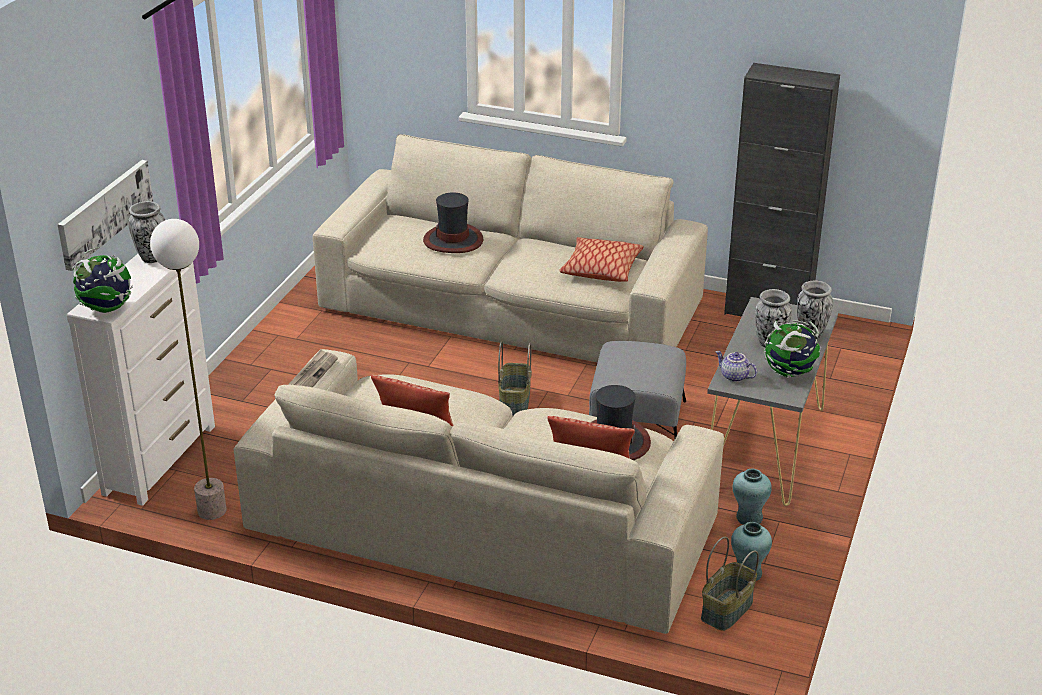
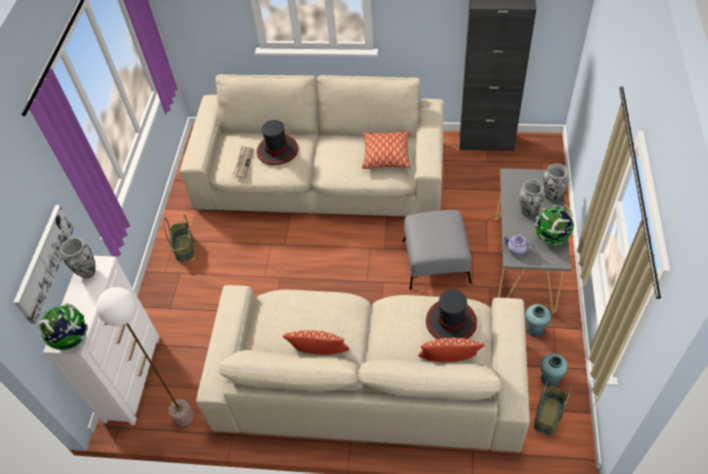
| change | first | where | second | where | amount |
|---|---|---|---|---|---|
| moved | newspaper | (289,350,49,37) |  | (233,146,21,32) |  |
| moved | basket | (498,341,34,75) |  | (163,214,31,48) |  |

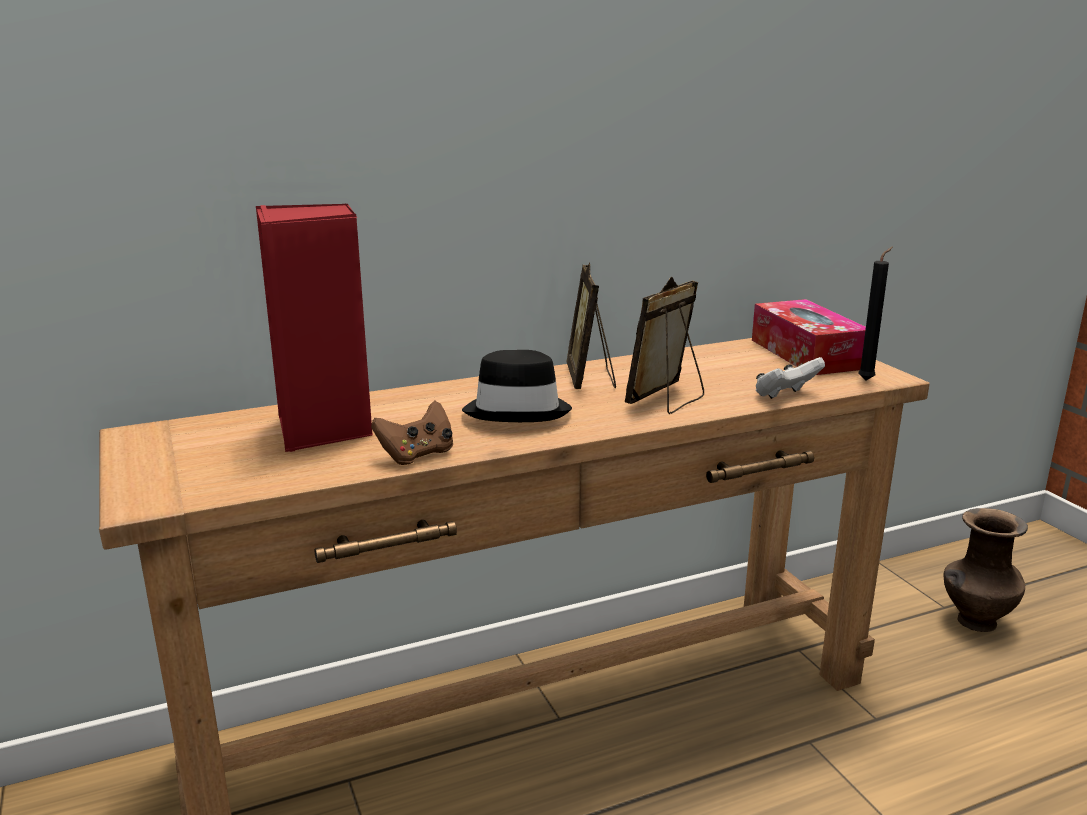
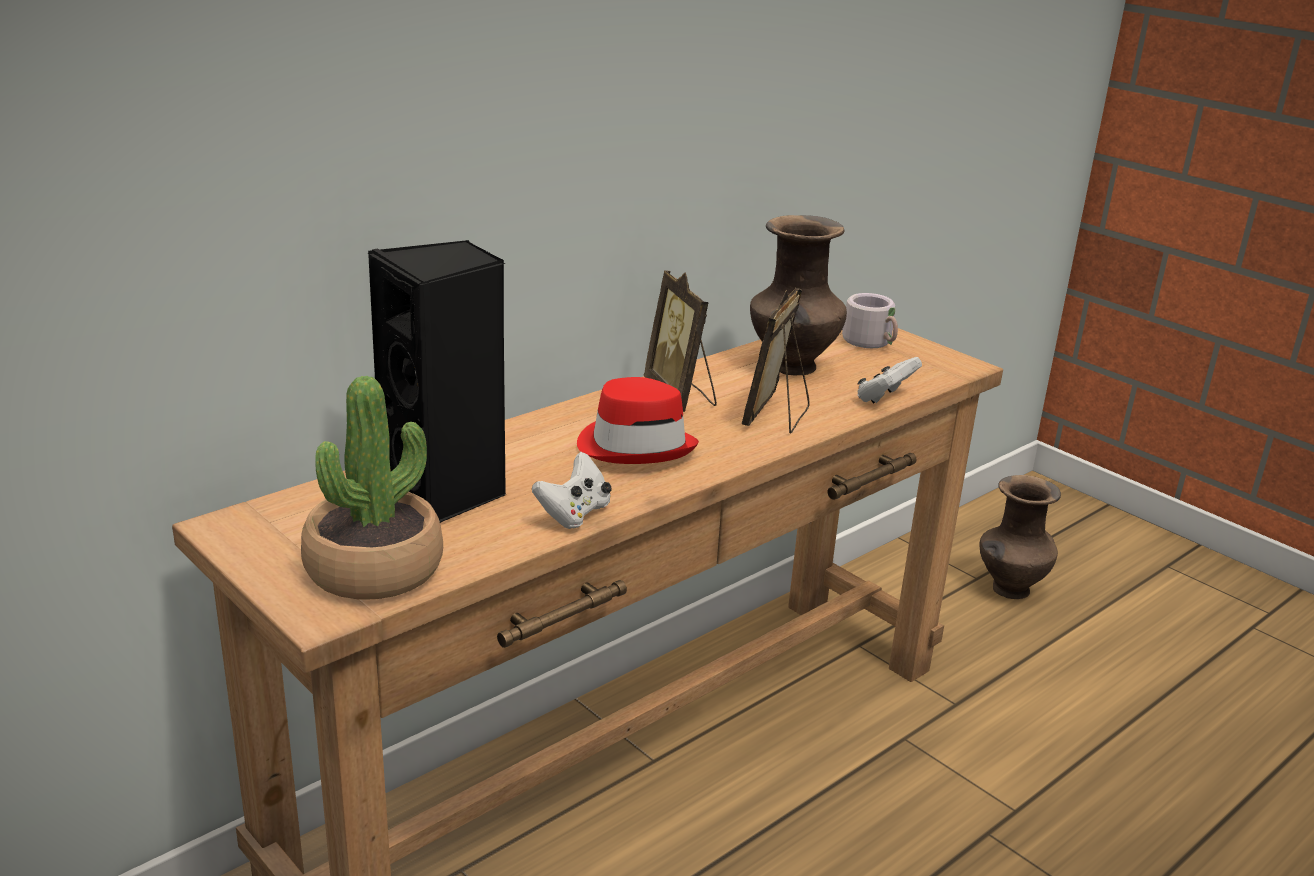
| change | first | where | second | where | amount |
|---|---|---|---|---|---|
| recoloured | red speaker | (256,204,117,248) | black speaker | (368,240,138,283) |  |
| recoloured | brown game controller | (371,401,82,64) | white game controller | (532,452,80,77) |  |
| recoloured | black hat | (462,350,110,72) | red hat | (577,377,122,87) |  |
| replaced | tissue box | (752,299,114,76) | grey mug | (842,293,56,55) |  |
| removed | black candle | (858,247,35,133) |  |  |  |
| added |  |  | potted plant | (301,376,142,224) |  |
| added |  |  | brown vase | (750,215,97,161) |  |

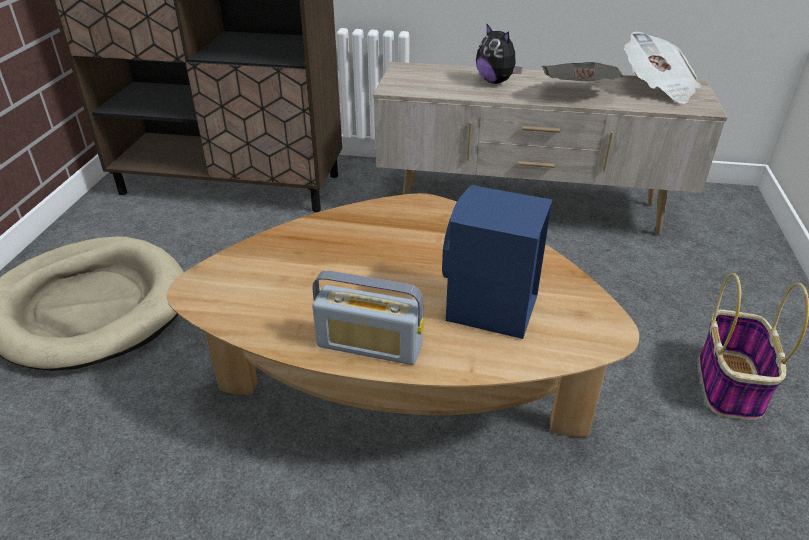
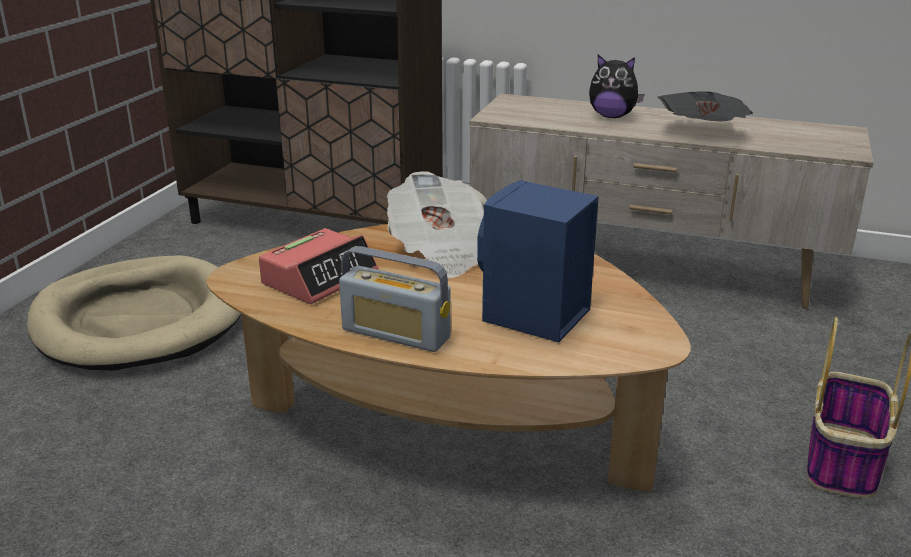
| change | first | where | second | where | amount |
|---|---|---|---|---|---|
| turned | plush toy | (476,24,46,60) |  | (589,55,56,63) | 45 degrees counterclockwise |
| moved | newspaper | (624,31,77,73) |  | (387,171,100,108) |  |
| added |  |  | alarm clock | (259,228,119,76) |  |

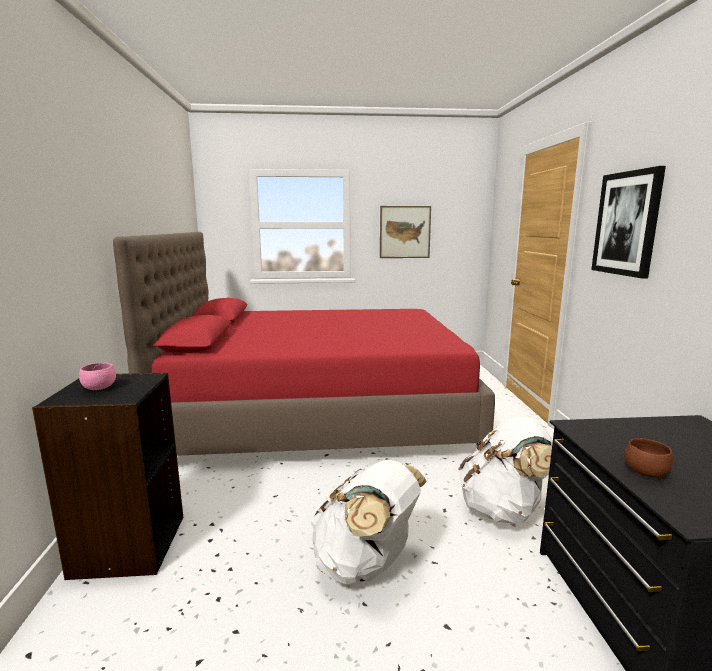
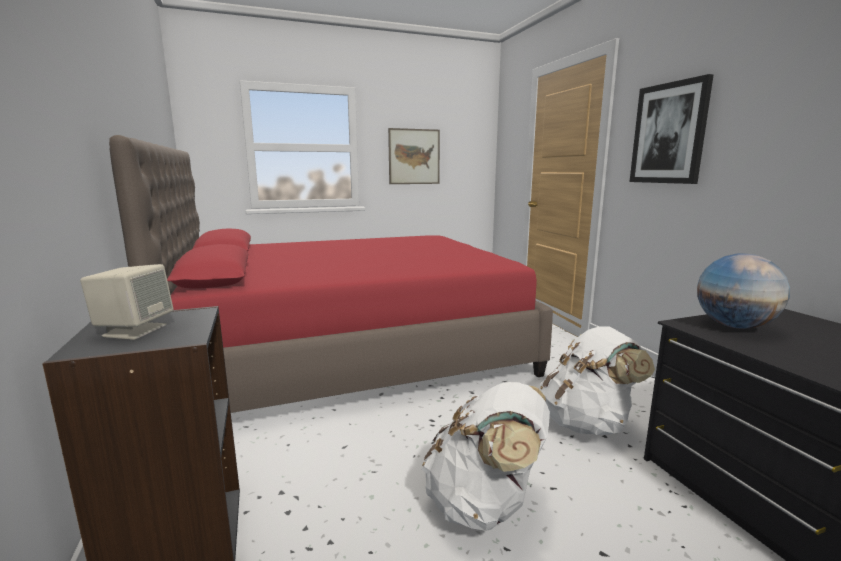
| change | first | where | second | where | amount |
|---|---|---|---|---|---|
| replaced | pink bowl | (79,362,37,28) | beige speaker | (80,264,94,76) |  |
| removed | brown bowl | (625,438,48,39) |  |  |  |
| added |  |  | globe | (697,253,93,76) |  |

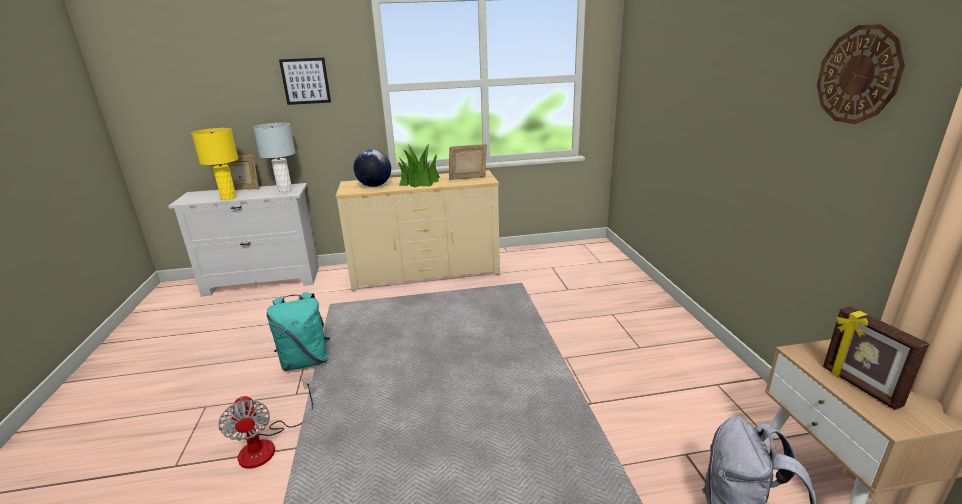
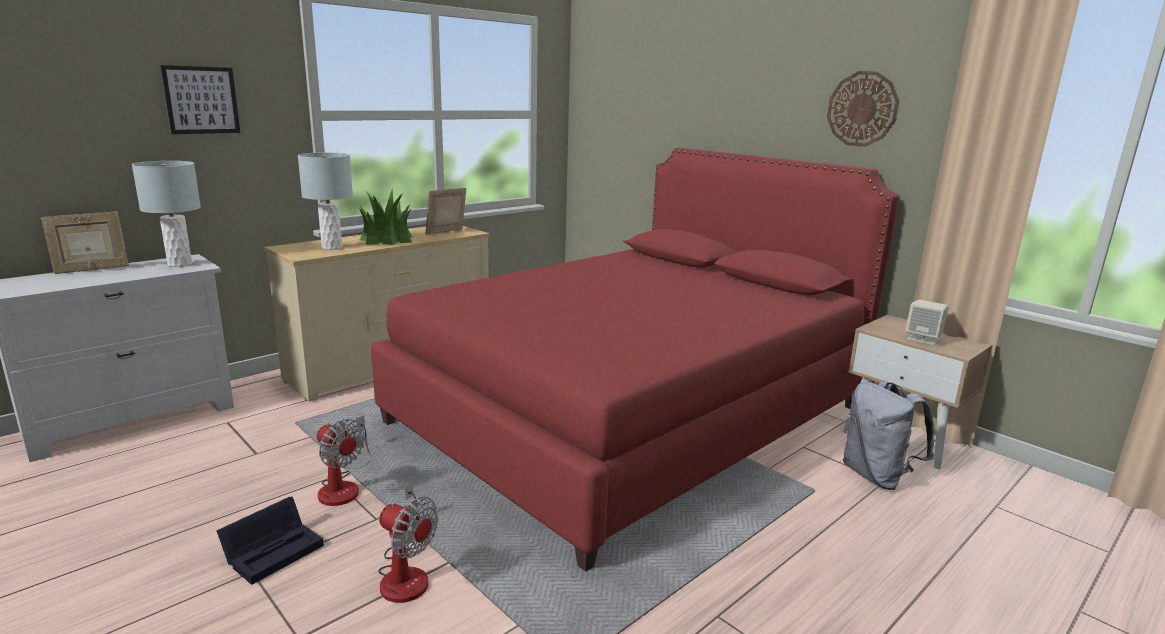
| change | first | where | second | where | amount |
|---|---|---|---|---|---|
| removed | yellow table lamp | (191,128,48,72) |  |  |  |
| replaced | turquoise backpack | (267,292,63,79) | fan | (317,416,54,90) |  |
| replaced | globe | (354,149,37,38) | grey table lamp | (298,153,55,97) |  |
| replaced | picture frame | (823,306,106,104) | beige speaker | (905,300,44,45) |  |
| added |  |  | black storage box | (216,497,108,88) |  |
| added |  |  | red bed | (371,148,529,424) |  |

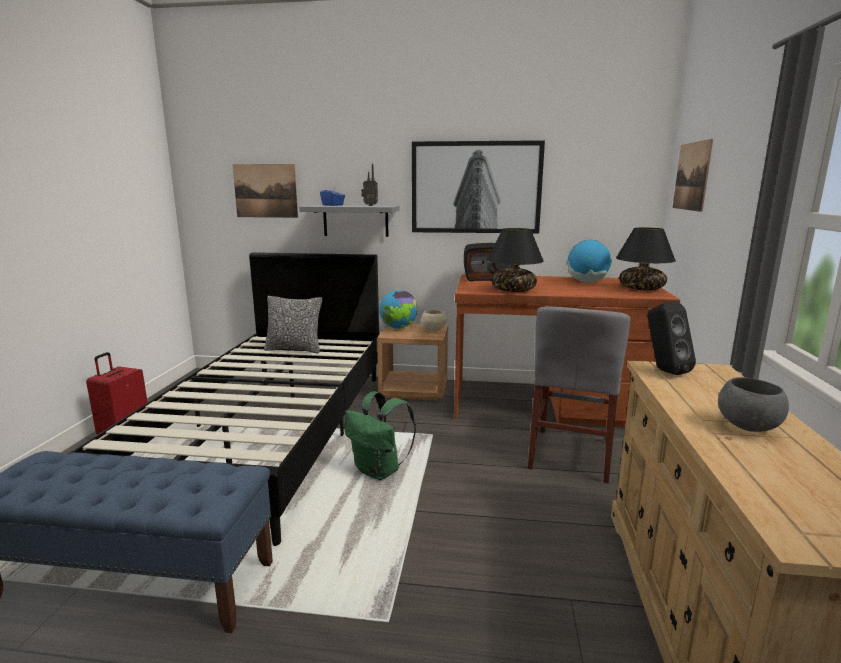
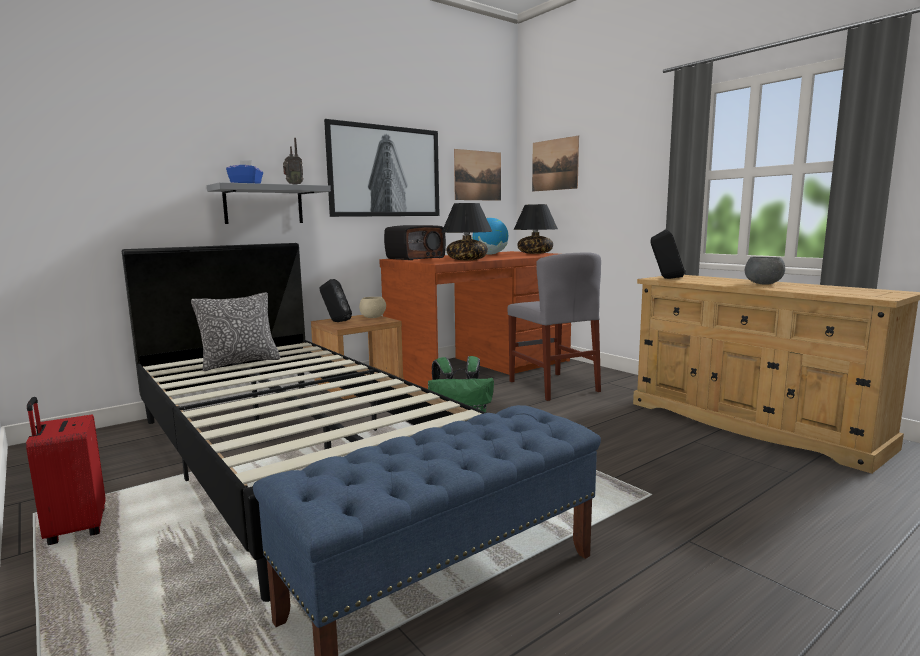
| change | first | where | second | where | amount |
|---|---|---|---|---|---|
| moved | picture | (232,164,66,54) |  | (454,149,47,52) |  |
| replaced | globe | (379,290,39,39) | black speaker | (320,279,32,43) |  |

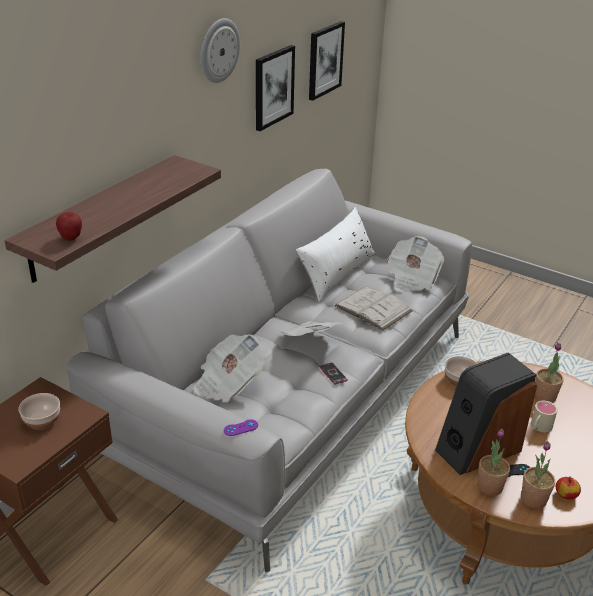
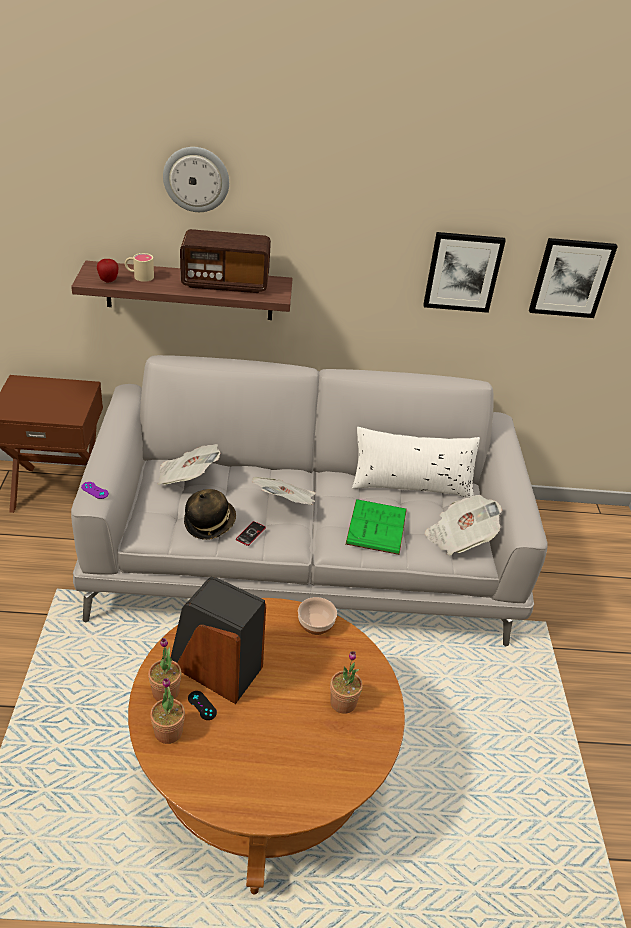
| change | first | where | second | where | amount |
|---|---|---|---|---|---|
| removed | bowl | (18,393,42,37) |  |  |  |
| moved | wall clock | (201,18,39,65) |  | (163,147,66,65) |  |
| recoloured | white book | (335,286,78,45) | green book | (345,499,62,56) |  |
| moved | beige mug | (531,401,27,31) |  | (125,253,29,29) |  |
| removed | apple | (556,477,25,23) |  |  |  |
| added |  |  | radio | (180,229,91,64) |  |
| added |  |  | hat | (184,489,52,51) |  |

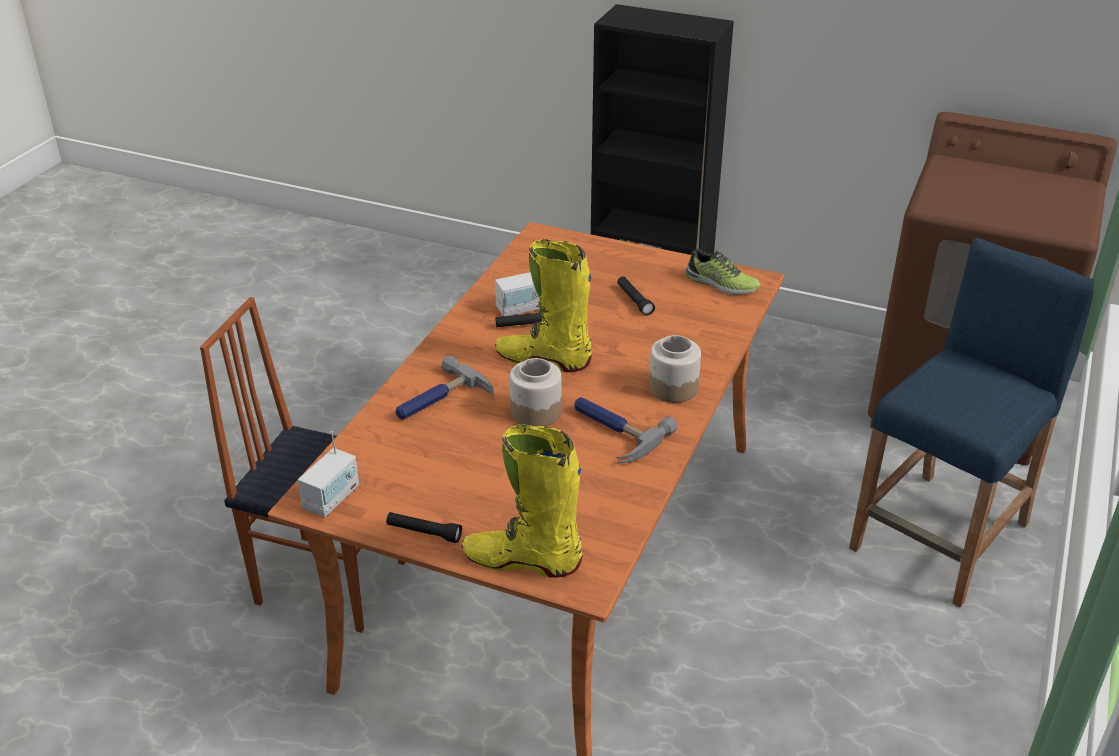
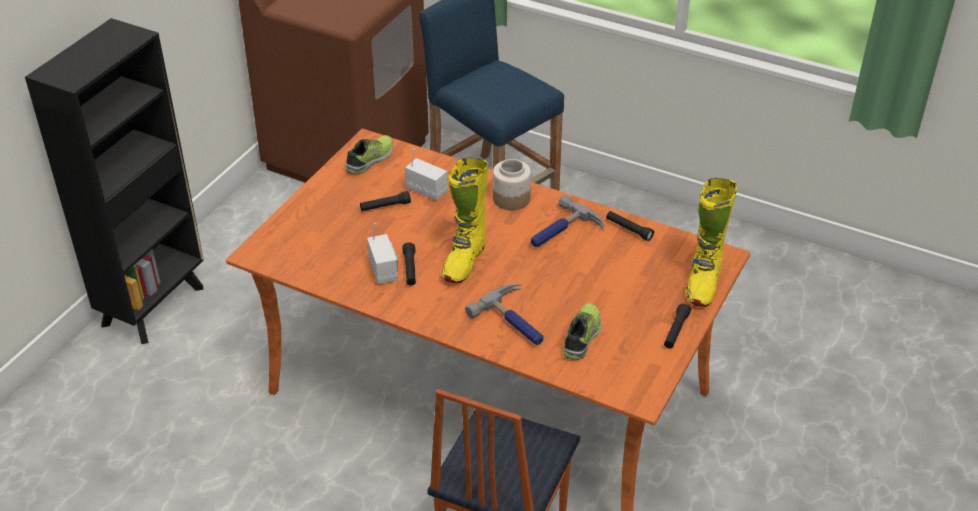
| change | first | where | second | where | amount |
|---|---|---|---|---|---|
| moved | radio | (298,431,61,86) |  | (405,148,43,53) |  |
| removed | jar | (510,358,51,68) |  |  |  |
| added |  |  | shoe | (563,303,39,57) |  |
| added |  |  | black flashlight | (606,211,48,30) |  |

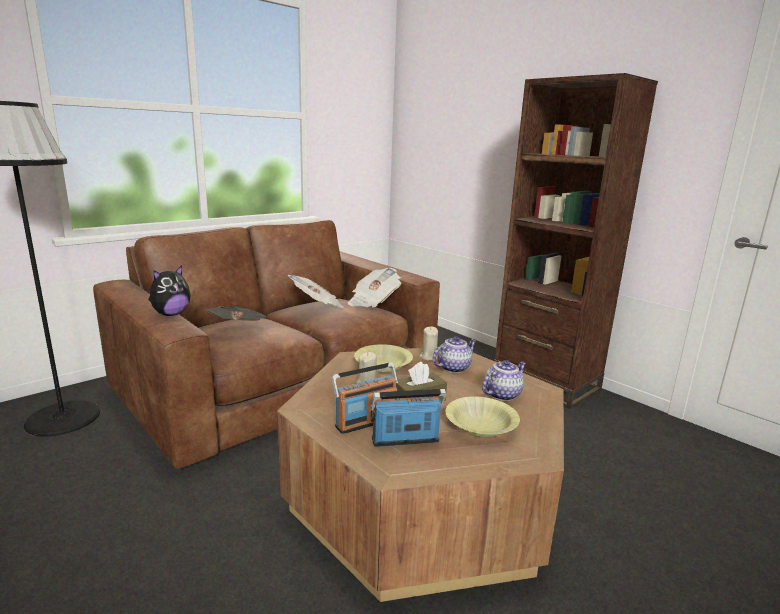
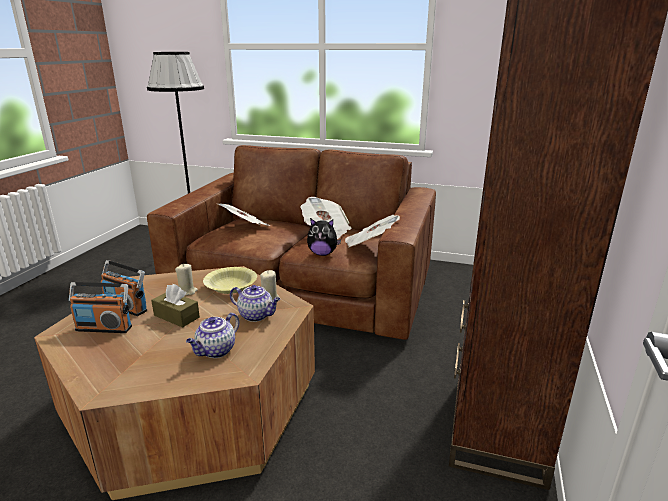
| change | first | where | second | where | amount |
|---|---|---|---|---|---|
| moved | plush toy | (148,266,43,50) |  | (307,218,34,38) |  |
| turned | radio | (371,389,75,58) |  | (69,282,63,51) | 135 degrees clockwise |
| removed | yellow bowl | (445,396,75,42) |  |  |  |
| turned | teapot | (482,360,44,41) |  | (186,313,53,45) | 105 degrees clockwise |

